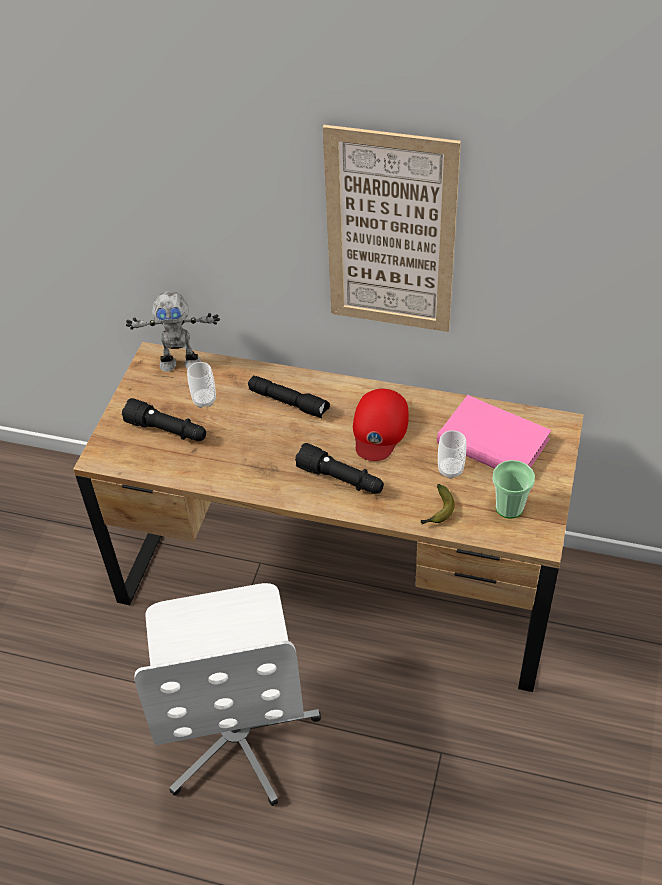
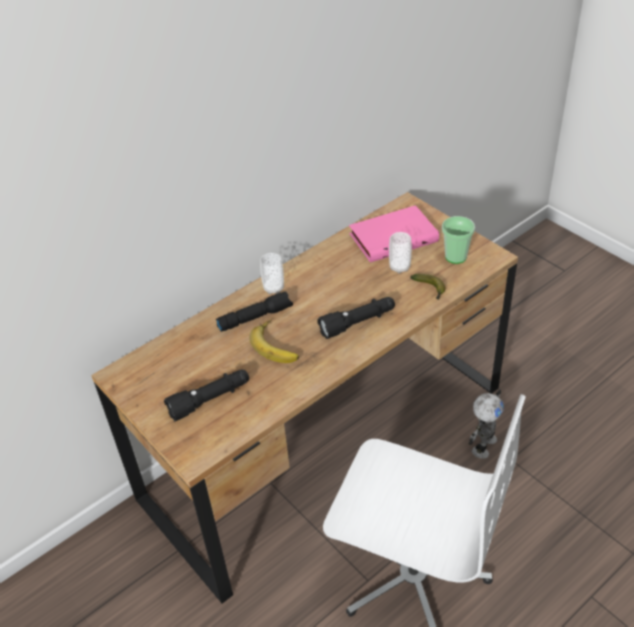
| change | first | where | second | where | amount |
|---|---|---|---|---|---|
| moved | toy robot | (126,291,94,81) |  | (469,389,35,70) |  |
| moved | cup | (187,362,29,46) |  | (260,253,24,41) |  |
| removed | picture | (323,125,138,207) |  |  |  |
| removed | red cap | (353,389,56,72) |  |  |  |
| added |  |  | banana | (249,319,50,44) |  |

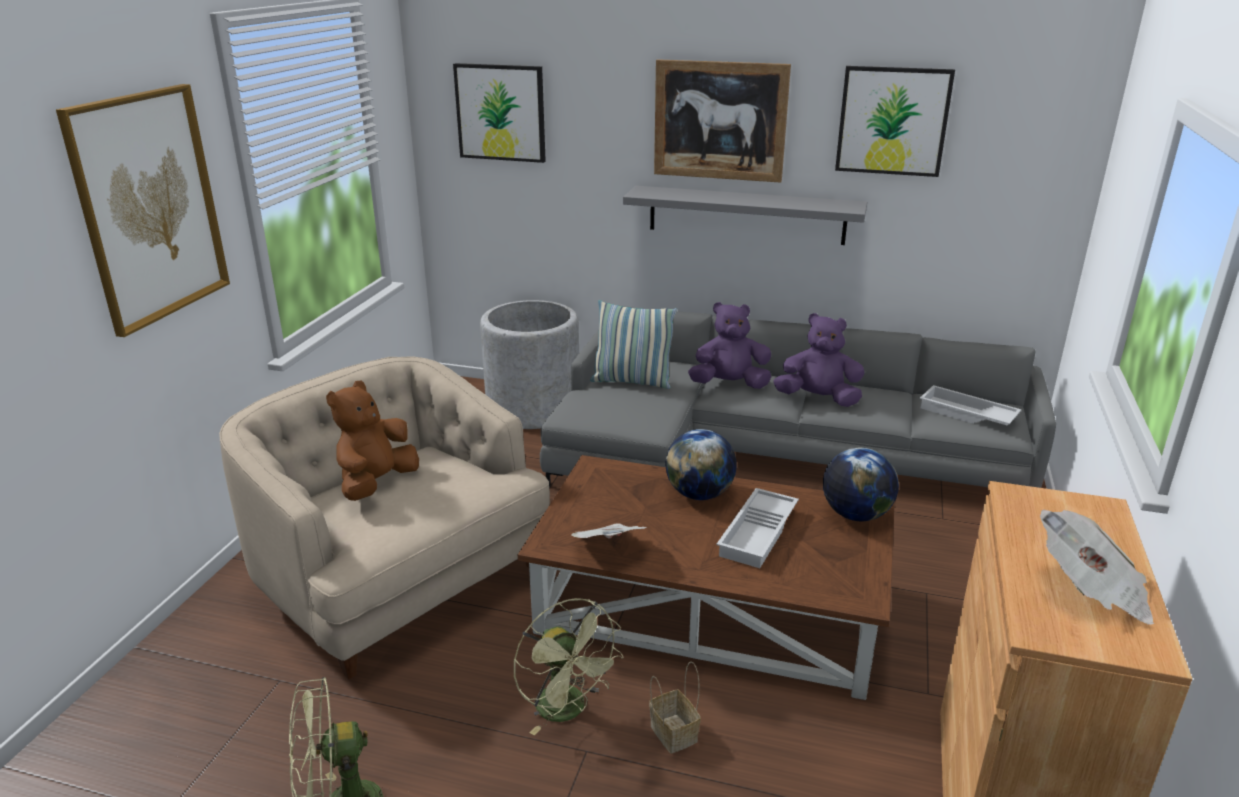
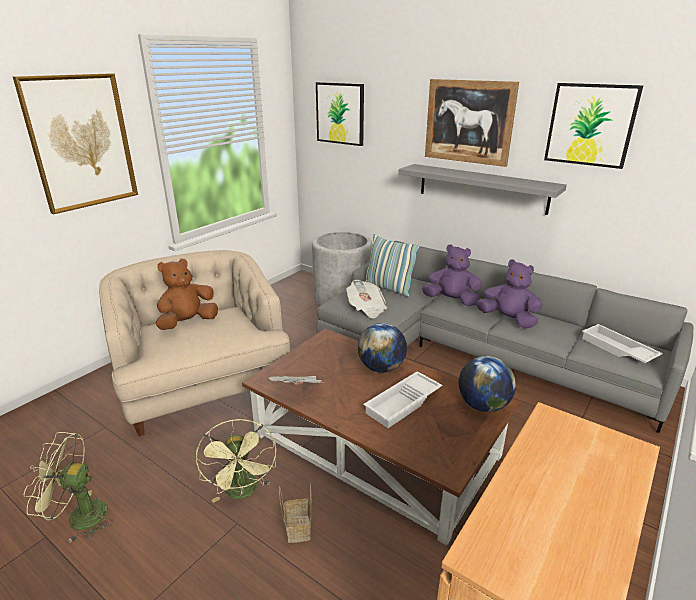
| change | first | where | second | where | amount |
|---|---|---|---|---|---|
| moved | newspaper | (1040,510,114,115) |  | (346,280,41,39) |  |

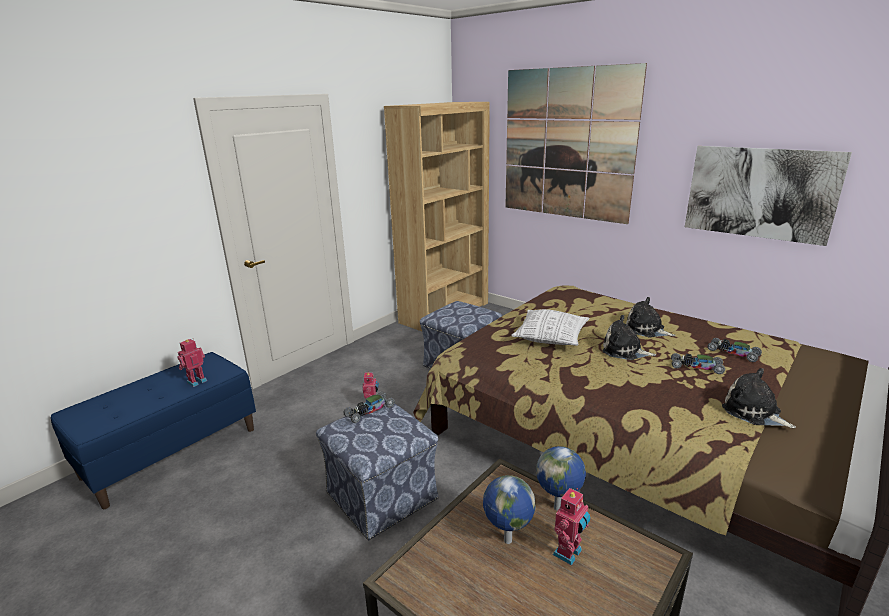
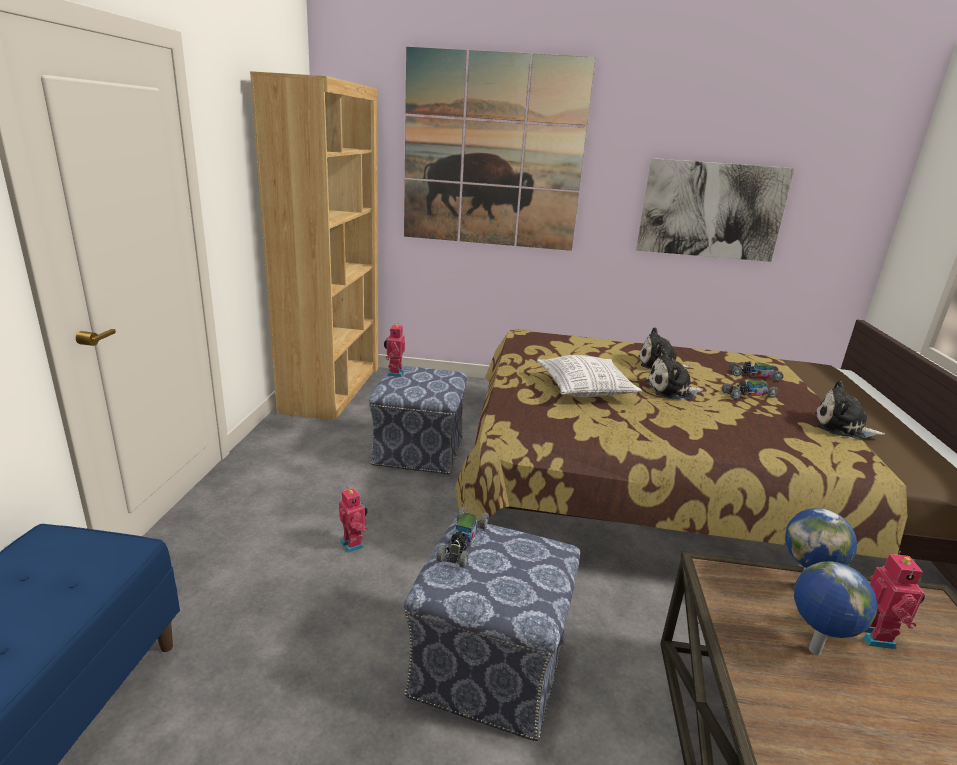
| change | first | where | second | where | amount |
|---|---|---|---|---|---|
| moved | toy robot | (177,338,30,49) |  | (384,324,21,53) |  |

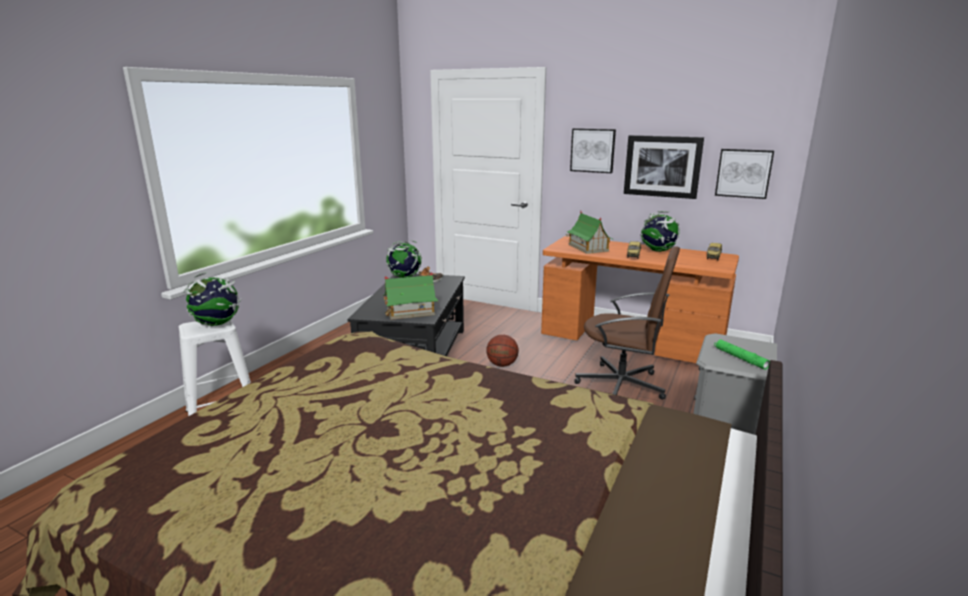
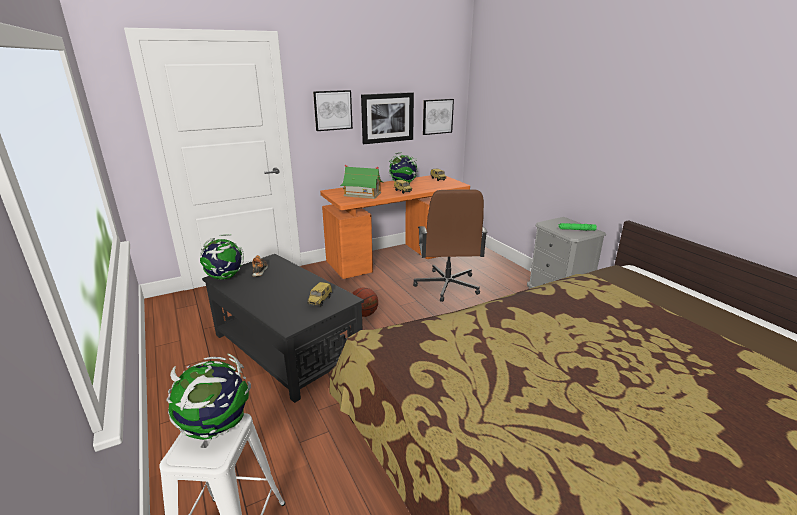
| change | first | where | second | where | amount |
|---|---|---|---|---|---|
| replaced | toy house | (383,272,55,48) | toy car | (307,282,25,24) |  |
| turned | brown office chair | (575,246,105,154) |  | (413,189,75,113) | 120 degrees clockwise |

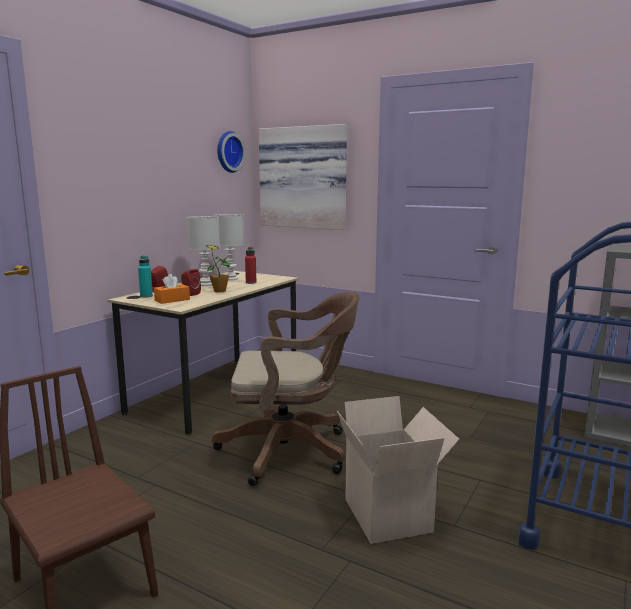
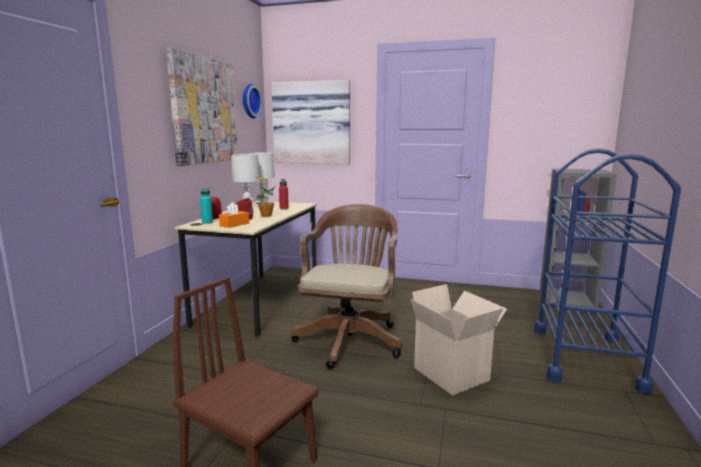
| change | first | where | second | where | amount |
|---|---|---|---|---|---|
| turned | brown office chair | (212,292,147,194) |  | (291,204,111,165) | 60 degrees counterclockwise |
| added |  |  | picture | (166,47,72,119) |  |

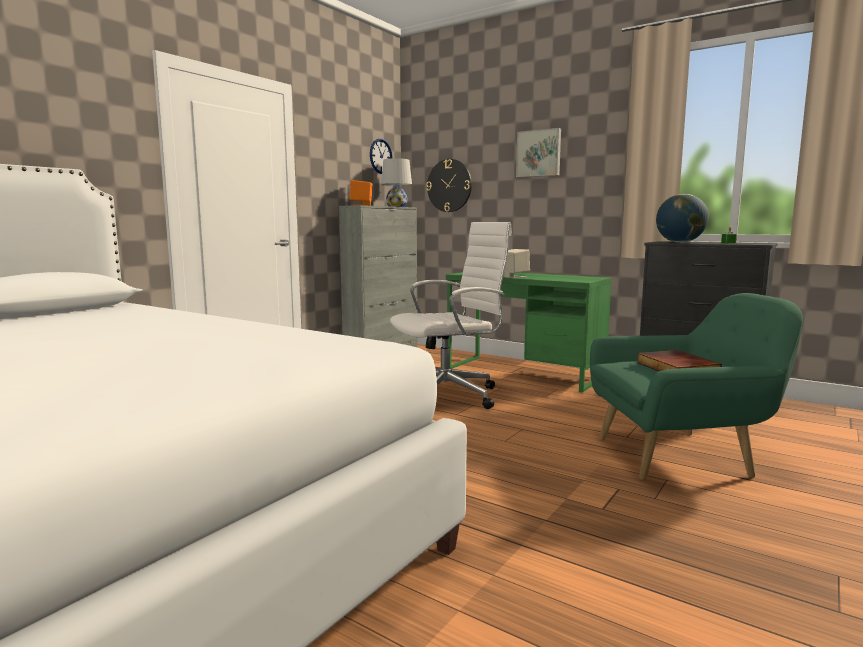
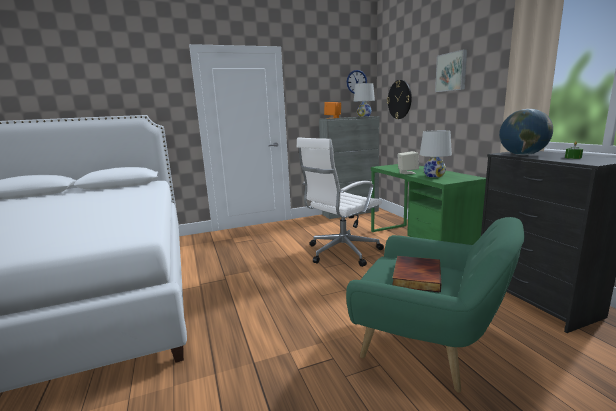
| change | first | where | second | where | amount |
|---|---|---|---|---|---|
| turned | white office chair | (390,222,122,187) |  | (296,137,88,130) | 135 degrees clockwise |
| added |  |  | white table lamp | (420,130,32,47) |  |

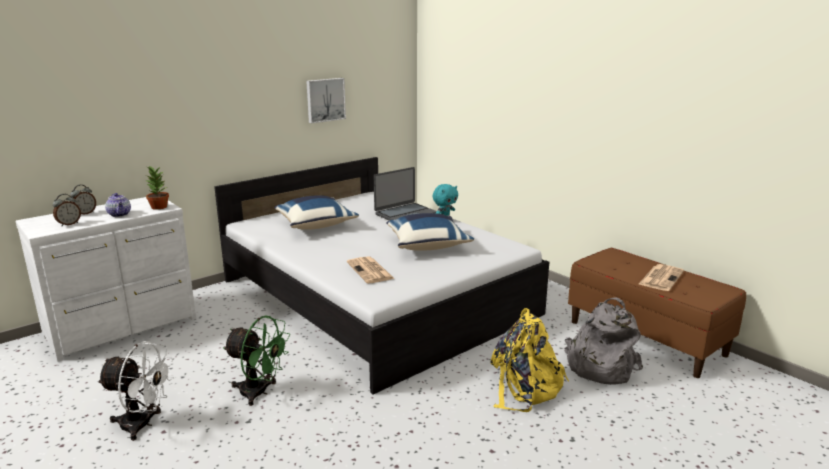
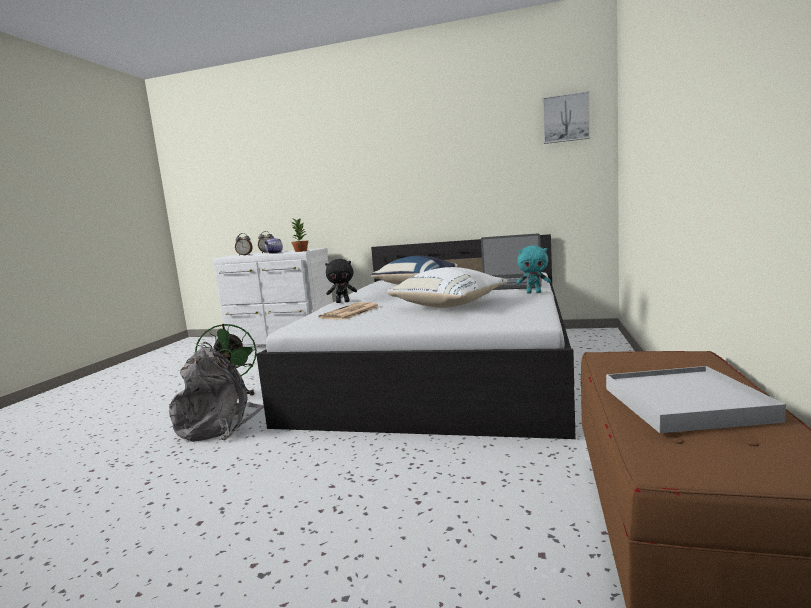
| change | first | where | second | where | amount |
|---|---|---|---|---|---|
| removed | white fan | (97,341,77,100) |  |  |  |
| moved | picture | (306,78,40,46) |  | (543,91,47,53) |  |
| recoloured | blue pillow | (386,213,88,38) | white pillow | (387,267,121,41) |  |
| removed | yellow backpack | (491,308,78,104) |  |  |  |
| moved | grey backpack | (565,297,78,88) |  | (169,342,95,100) |  |
| replaced | newspaper | (639,264,45,27) | white tray | (606,366,180,67) |  |
| added |  |  | black plush toy | (325,259,32,44) |  |

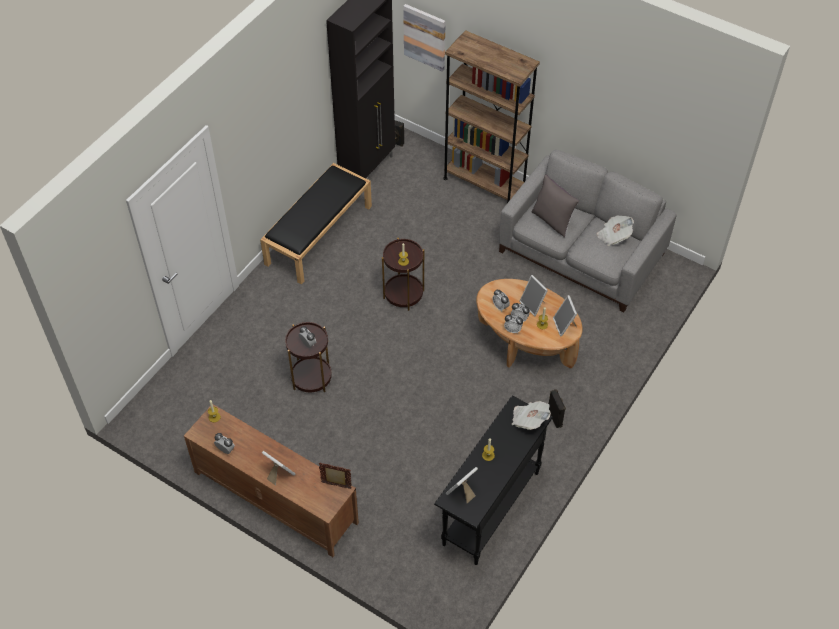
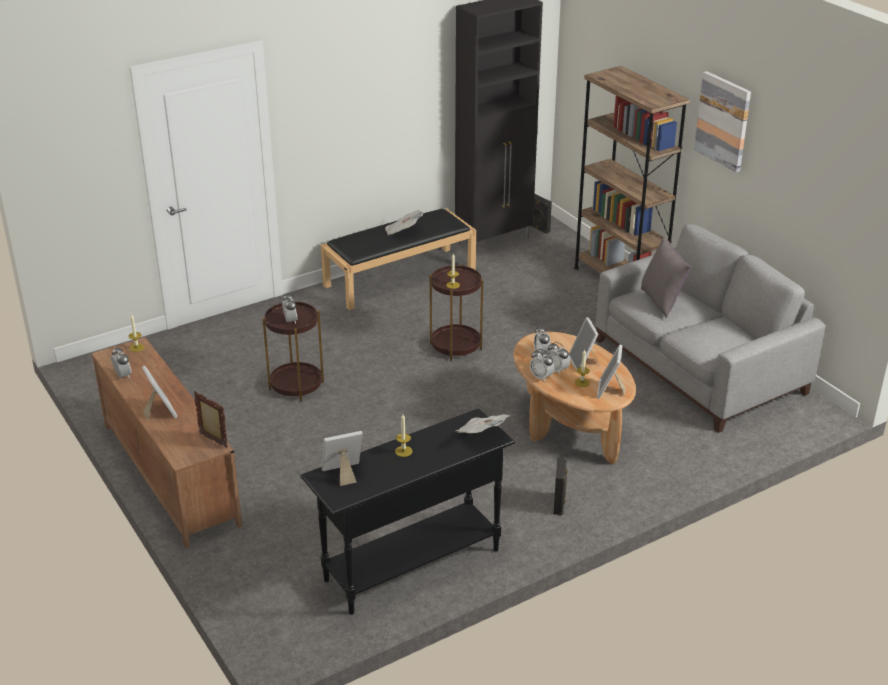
| change | first | where | second | where | amount |
|---|---|---|---|---|---|
| moved | picture | (403,4,43,68) |  | (694,71,57,101) |  |
| moved | newspaper | (597,215,37,31) |  | (385,210,38,26) |  |

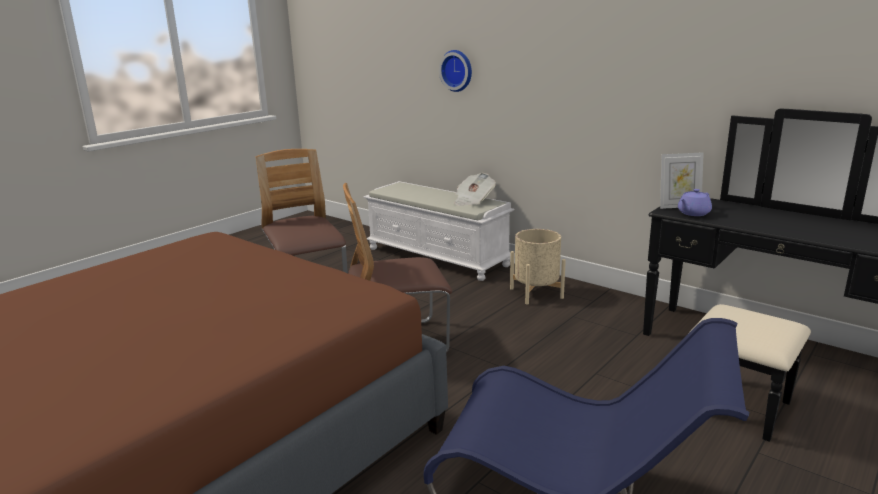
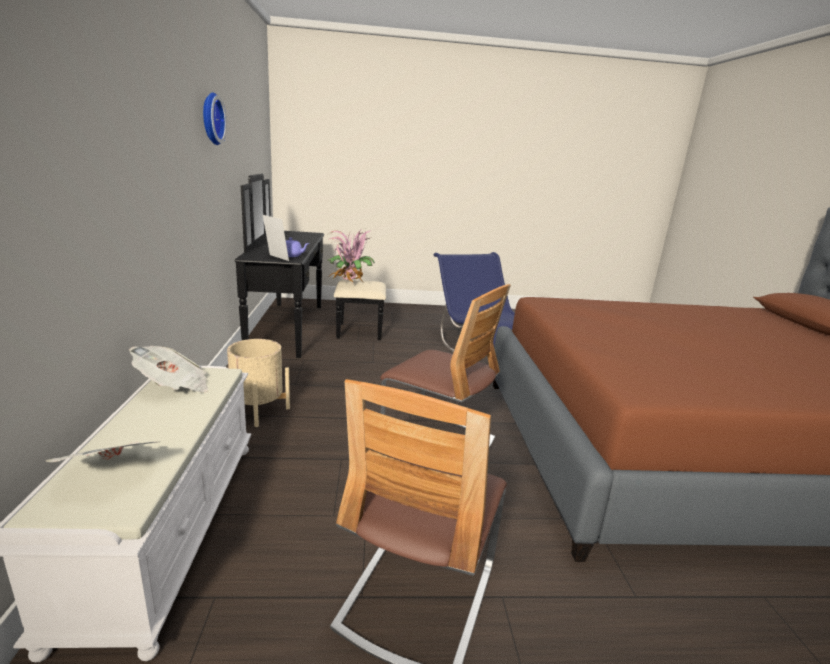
| change | first | where | second | where | amount |
|---|---|---|---|---|---|
| moved | wall clock | (439,50,33,42) |  | (203,92,24,53) |  |
| added |  |  | newspaper | (45,442,112,20) |  |
| added |  |  | potted plant | (328,228,47,55) |  |

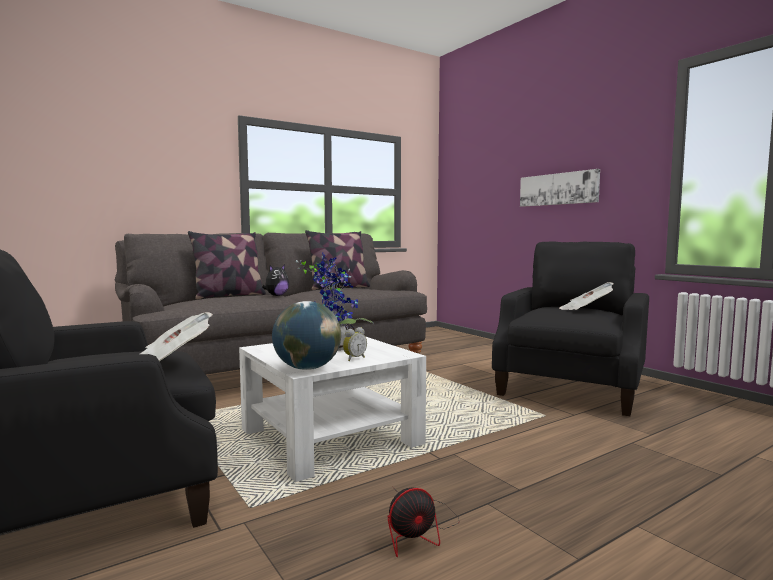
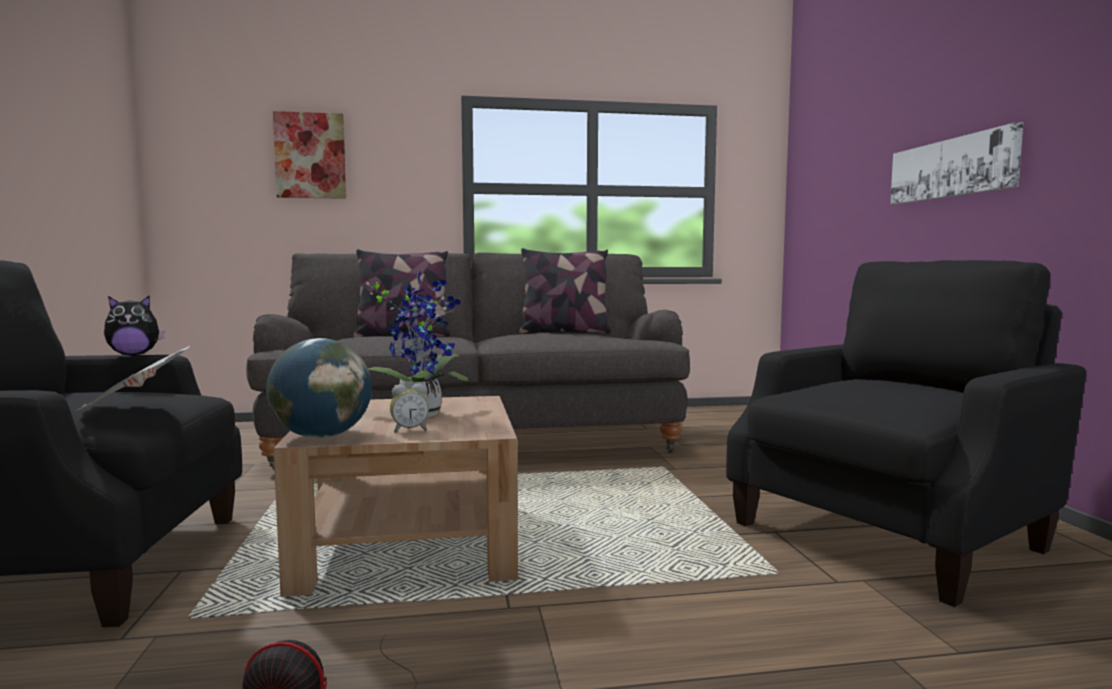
| change | first | where | second | where | amount |
|---|---|---|---|---|---|
| recoloured | white coffee table | (239,337,187,145) | brown coffee table | (273,396,245,201) |  |
| moved | plush toy | (262,265,27,31) |  | (104,296,61,60) |  |
| removed | newspaper | (559,282,55,28) |  |  |  |
| added |  |  | picture | (273,111,73,88) |  |

